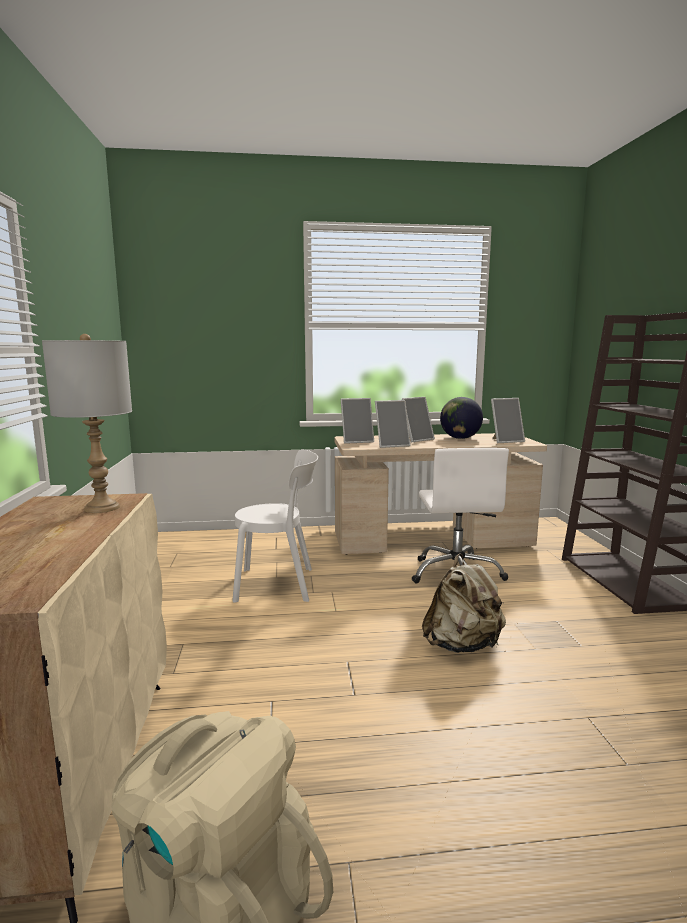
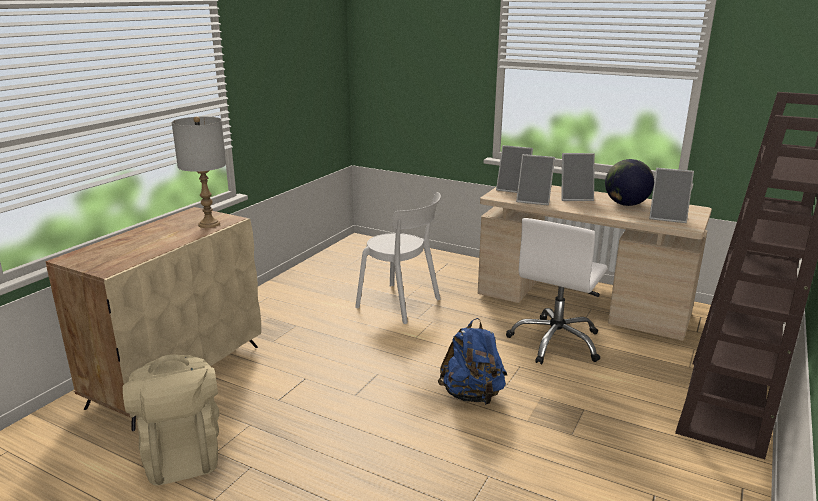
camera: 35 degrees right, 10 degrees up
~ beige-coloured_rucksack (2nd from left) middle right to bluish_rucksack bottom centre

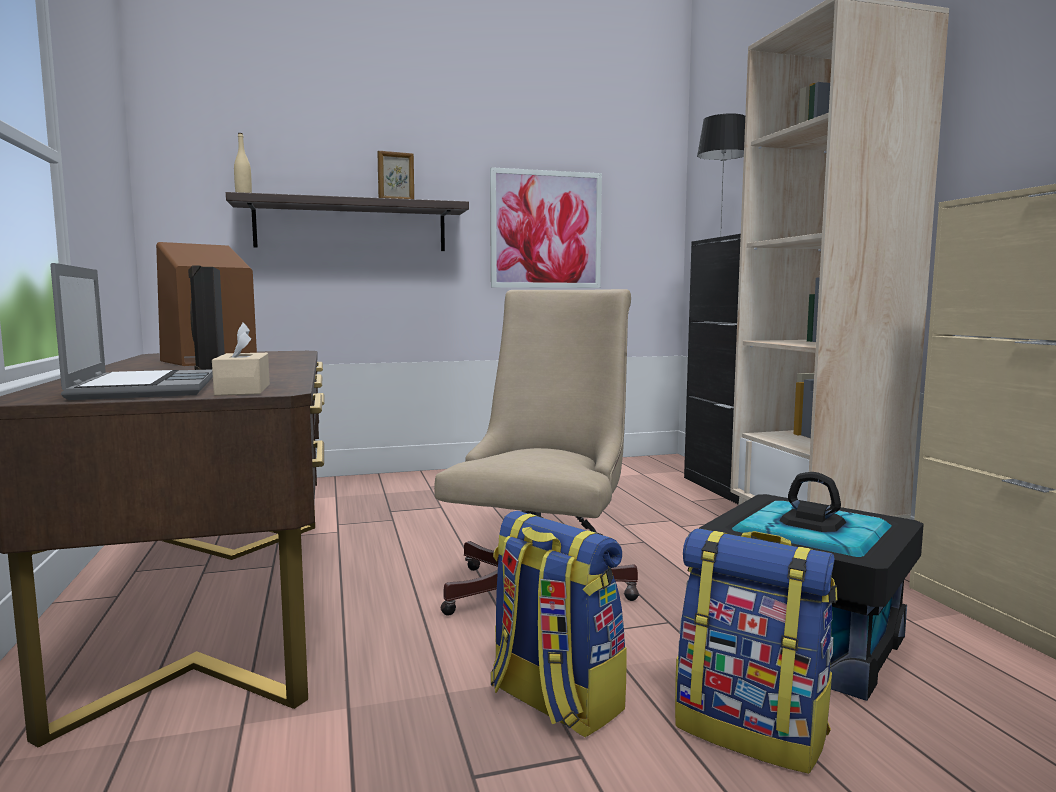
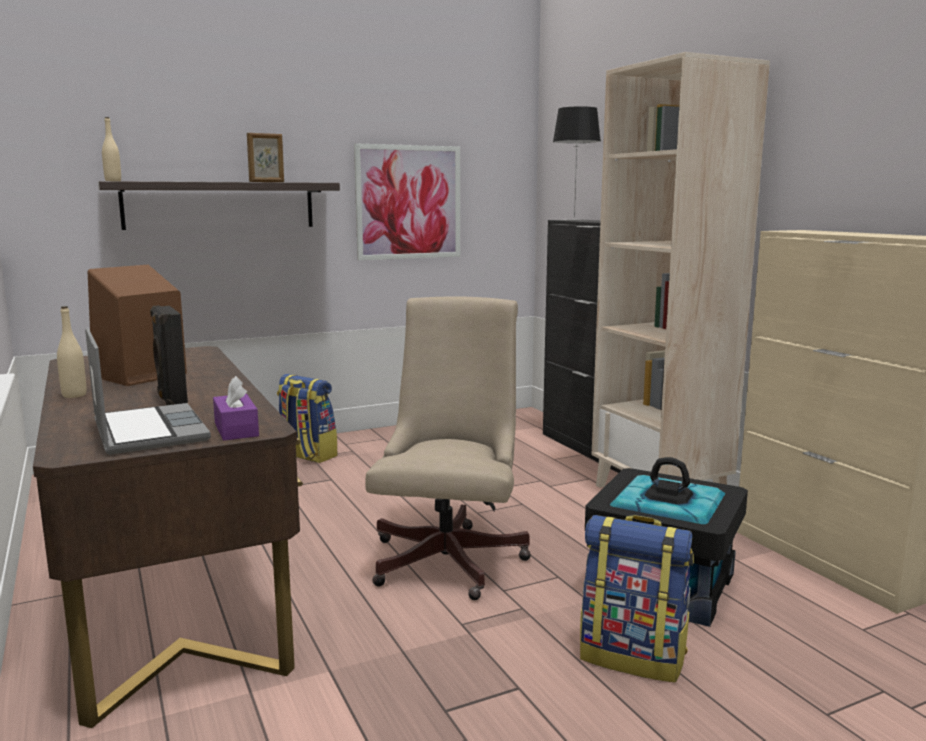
camera: 10 degrees left, 5 degrees up
+ beige-coloured_bottle (1st from left) middle left
~ beige-coloured_tissue_box middle left to purple_tissue_box middle left
~ rucksack (1st from left) bottom centre to middle left

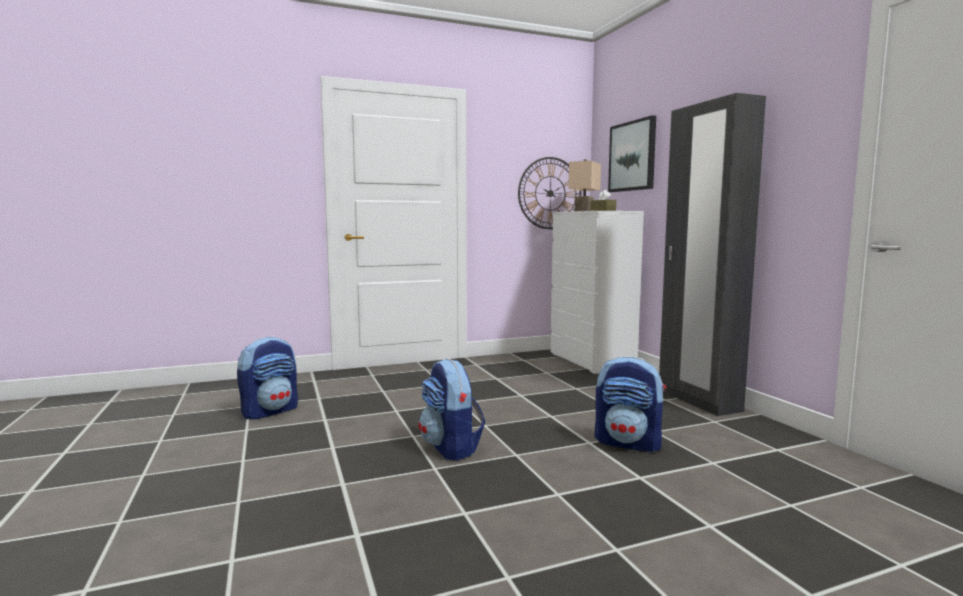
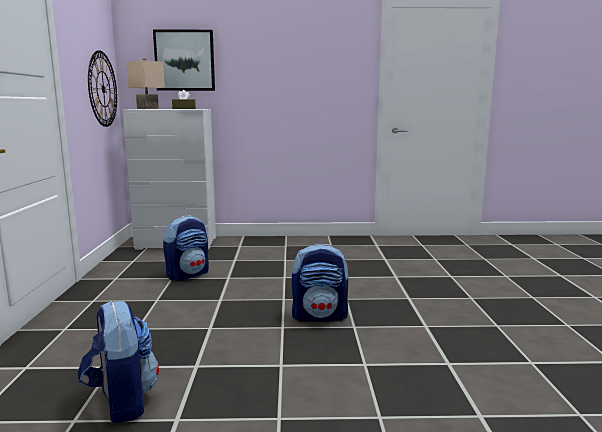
camera: 70 degrees left, 5 degrees up
~ rucksack (3rd from left in the first image) bottom centre to rucksack (2nd from left) middle left
- black-coloured_wardrobe middle right

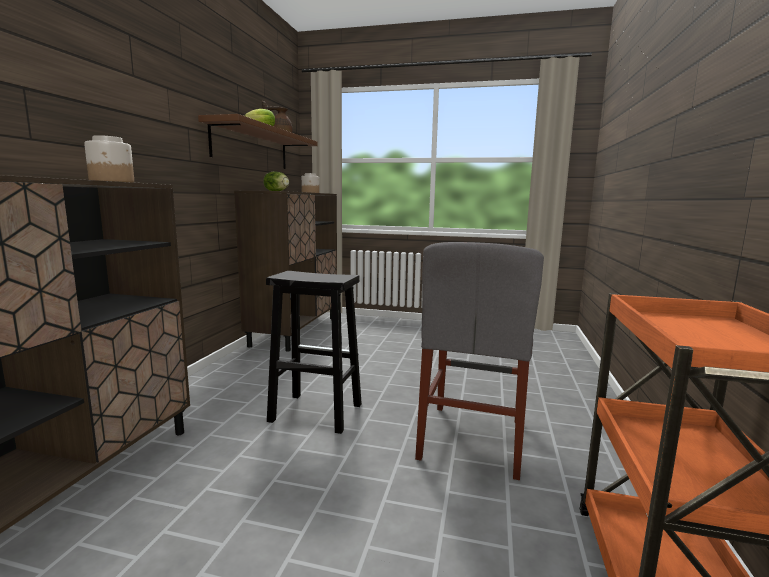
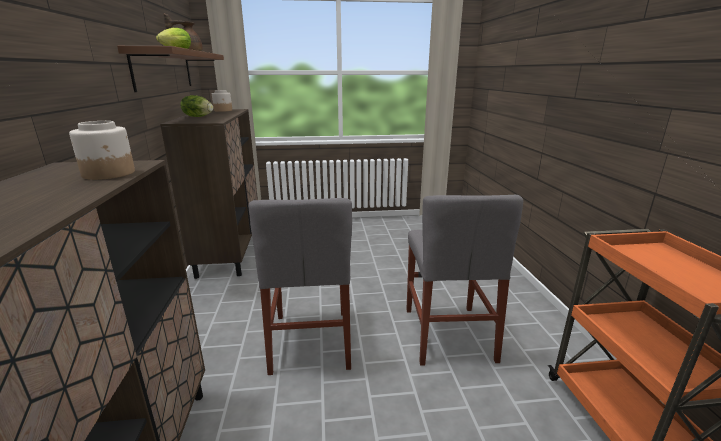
camera: 20 degrees left, 10 degrees up
~ black-coloured_sitting_stool centre to greyish_chair (1st from left) centre

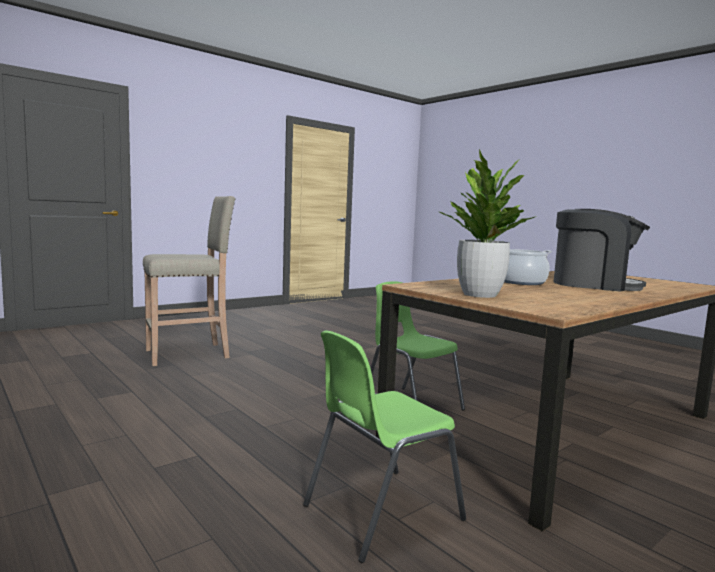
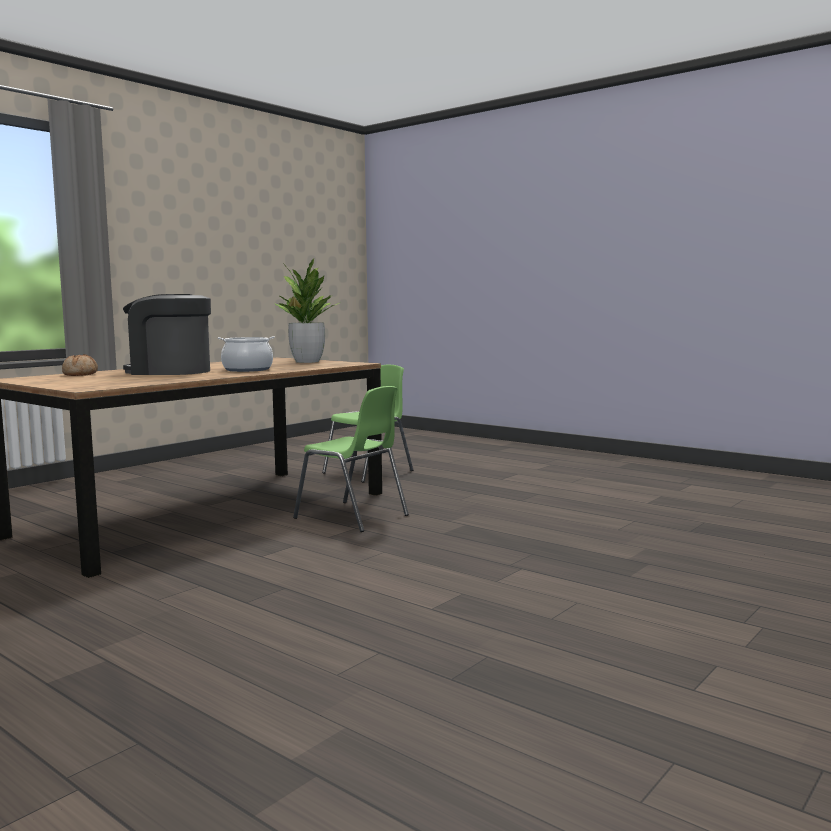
camera: 170 degrees right, 0 degrees up
+ bakery_bread middle left
- beige-coloured_sitting_stool middle left

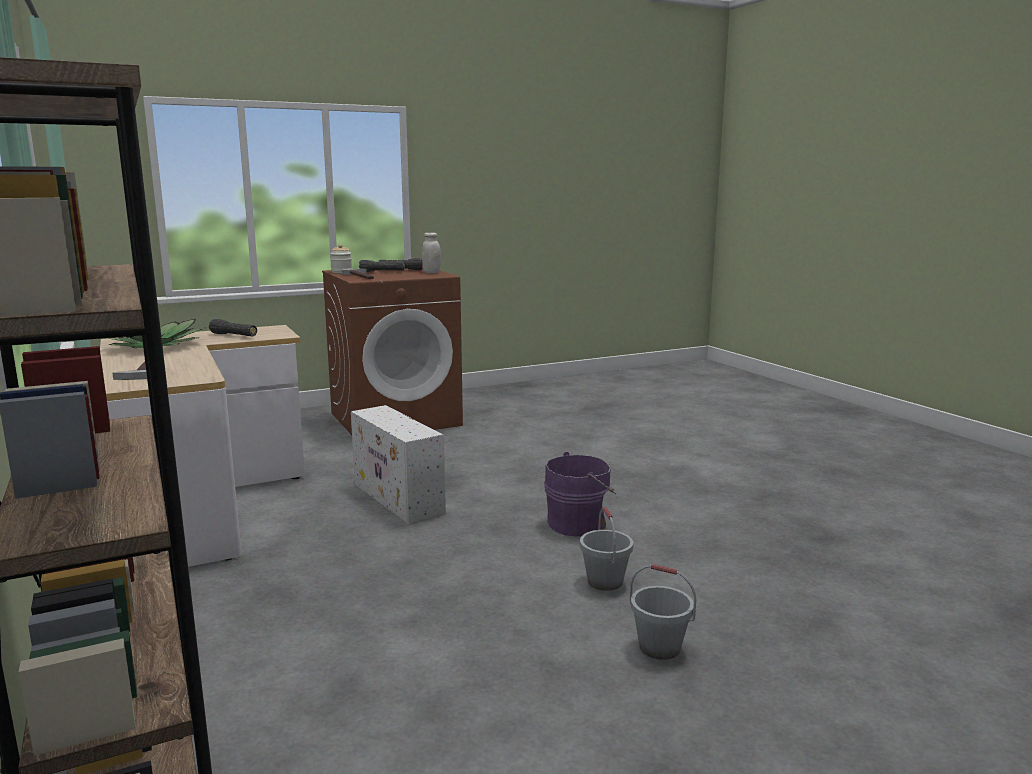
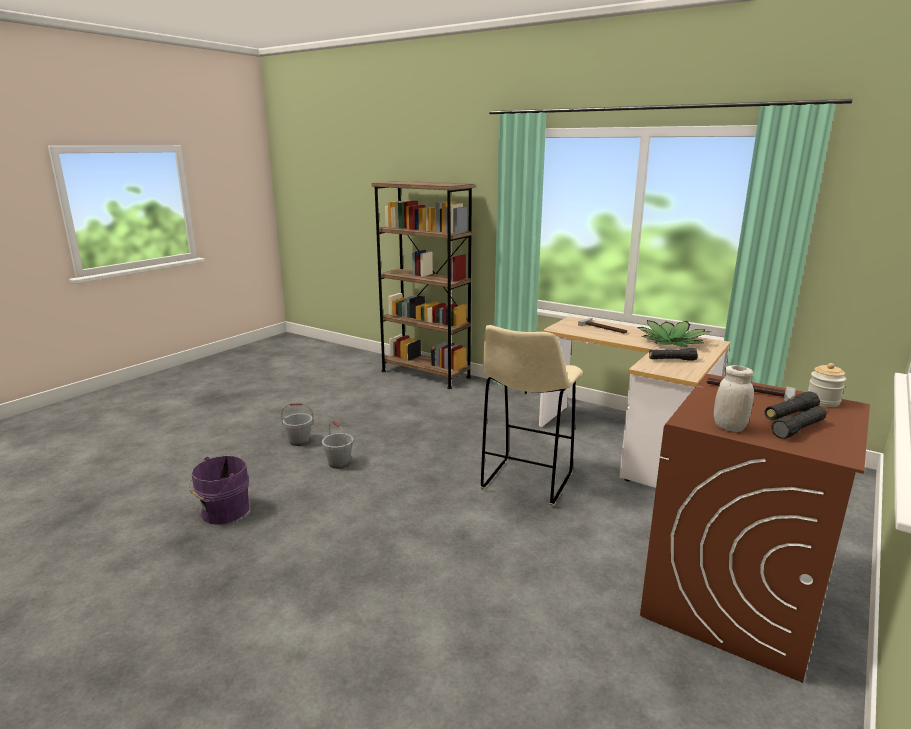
camera: 150 degrees right, 5 degrees up
~ purple_water_bucket centre to bottom left
~ white-coloured_storage_bin centre to beige-coloured_sitting_stool centre

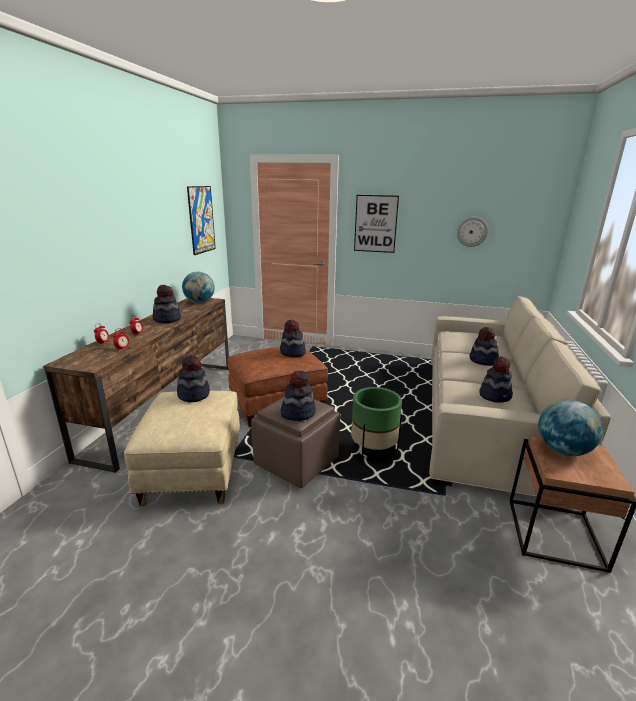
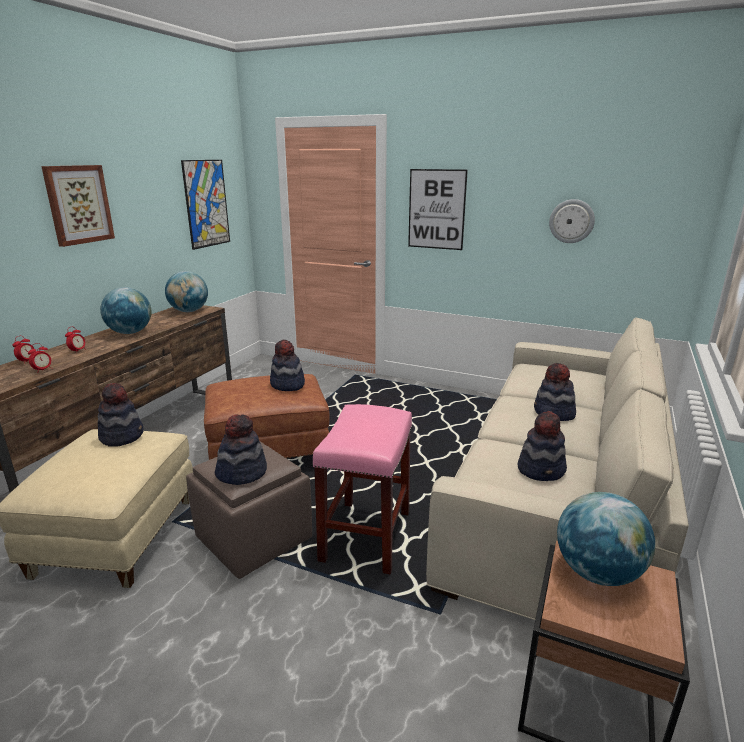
camera: 10 degrees right, 0 degrees up
+ wall_art (1st from left) top left
~ hat (1st from left) middle left to world_globe (1st from left) middle left
~ green-coloured_plant_pot centre to pink-coloured_sitting_stool centre

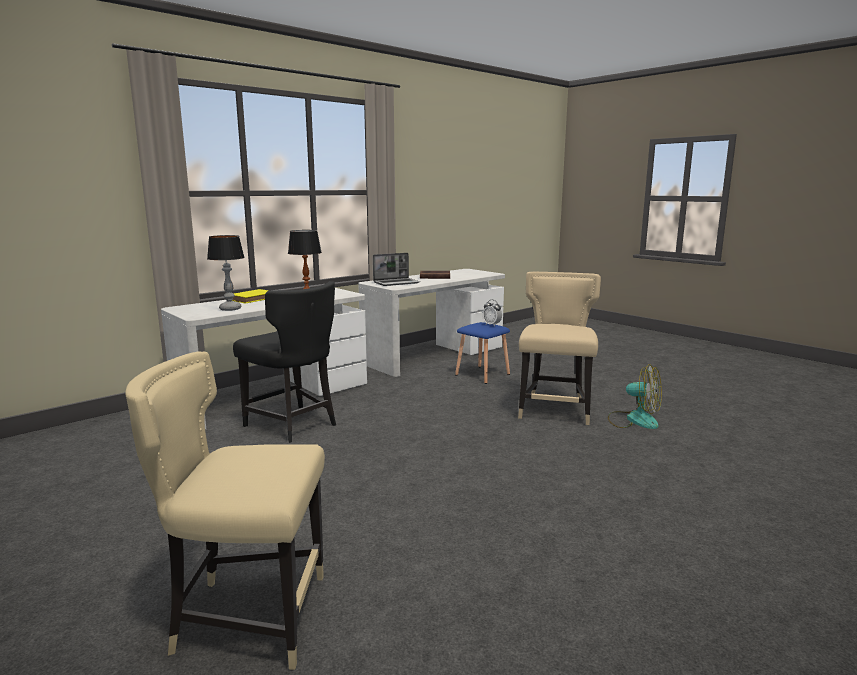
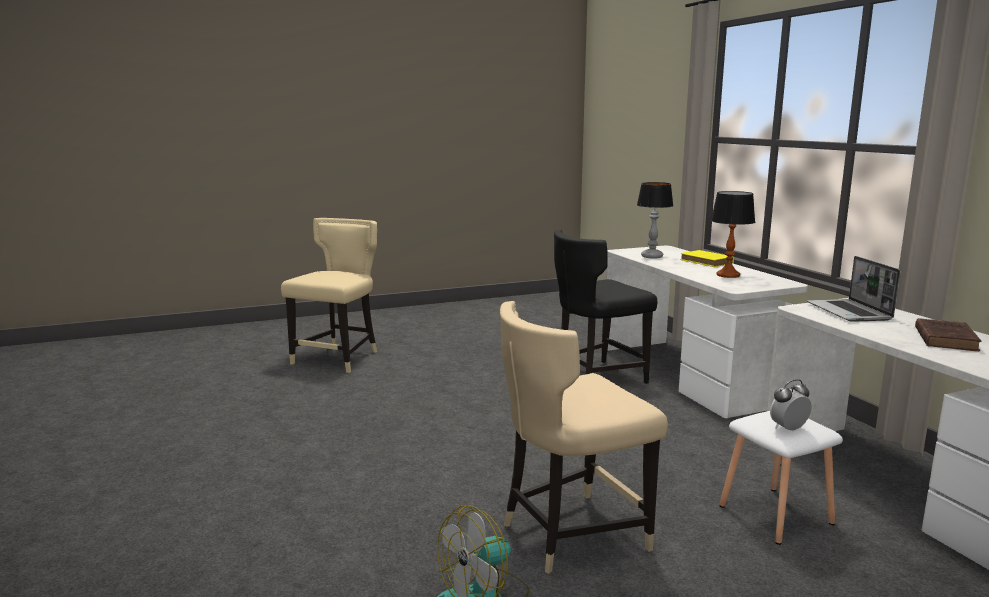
camera: 110 degrees right, 0 degrees up
~ beige-coloured_chair (2nd from left) centre = bottom centre 120 degrees clockwise
~ bluish_sitting_stool centre to white-coloured_sitting_stool bottom right

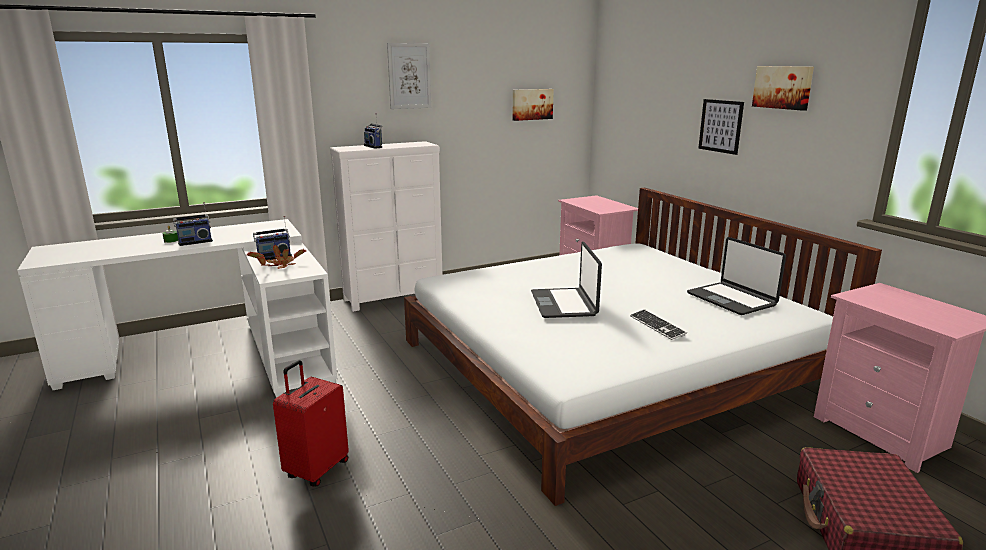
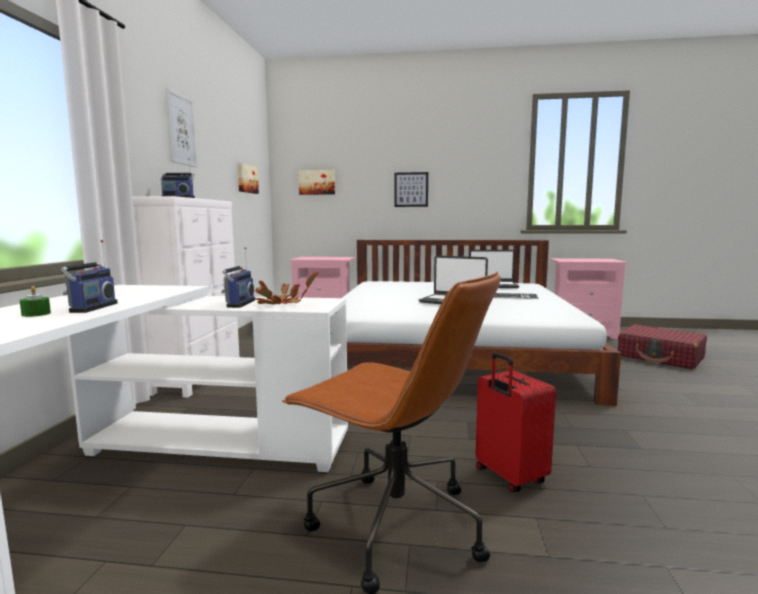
camera: 55 degrees left, 10 degrees down
+ brown_desk_chair bottom centre
~ wall_art (4th from left in the first image) top right to wall_art (3rd from left) top centre

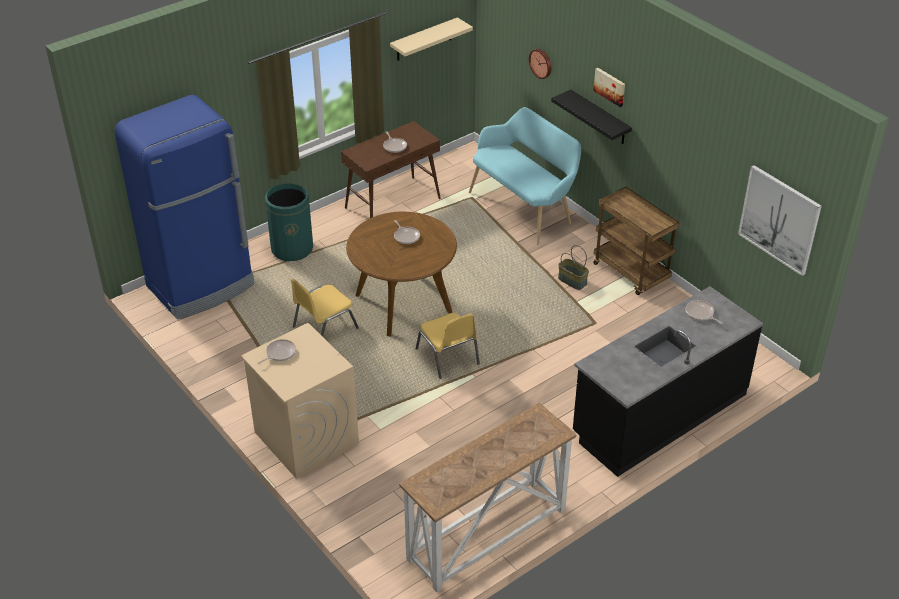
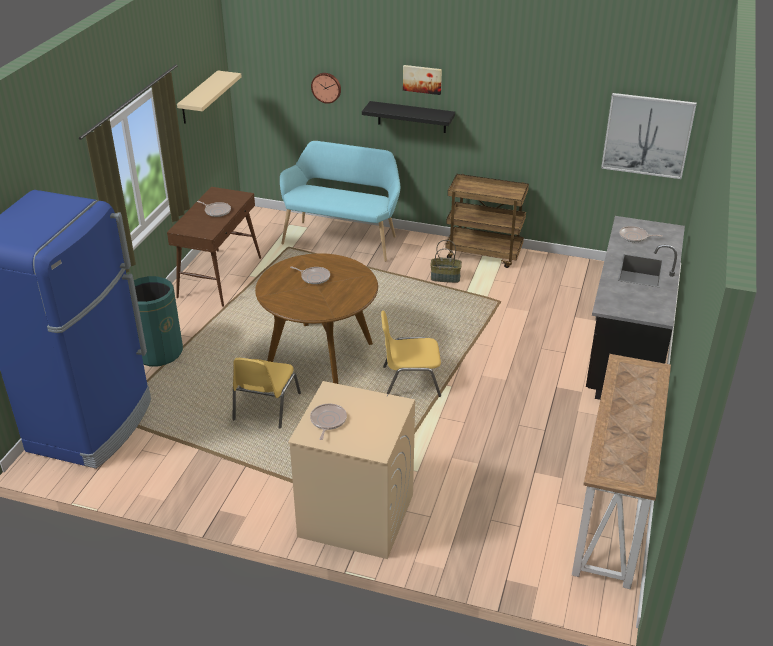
camera: 35 degrees left, 5 degrees down
~ yellow_chair (2nd from left) centre = centre 150 degrees clockwise

